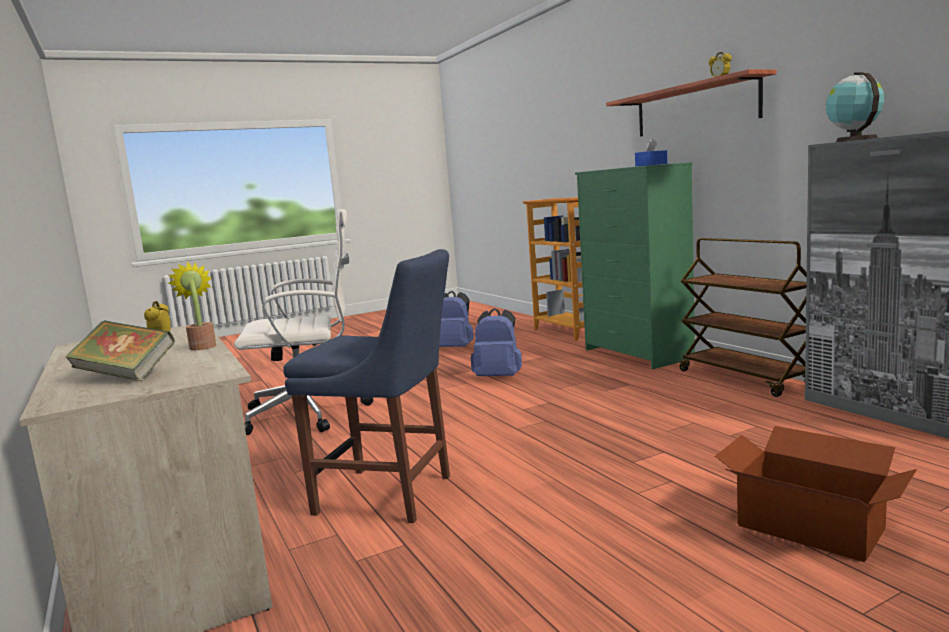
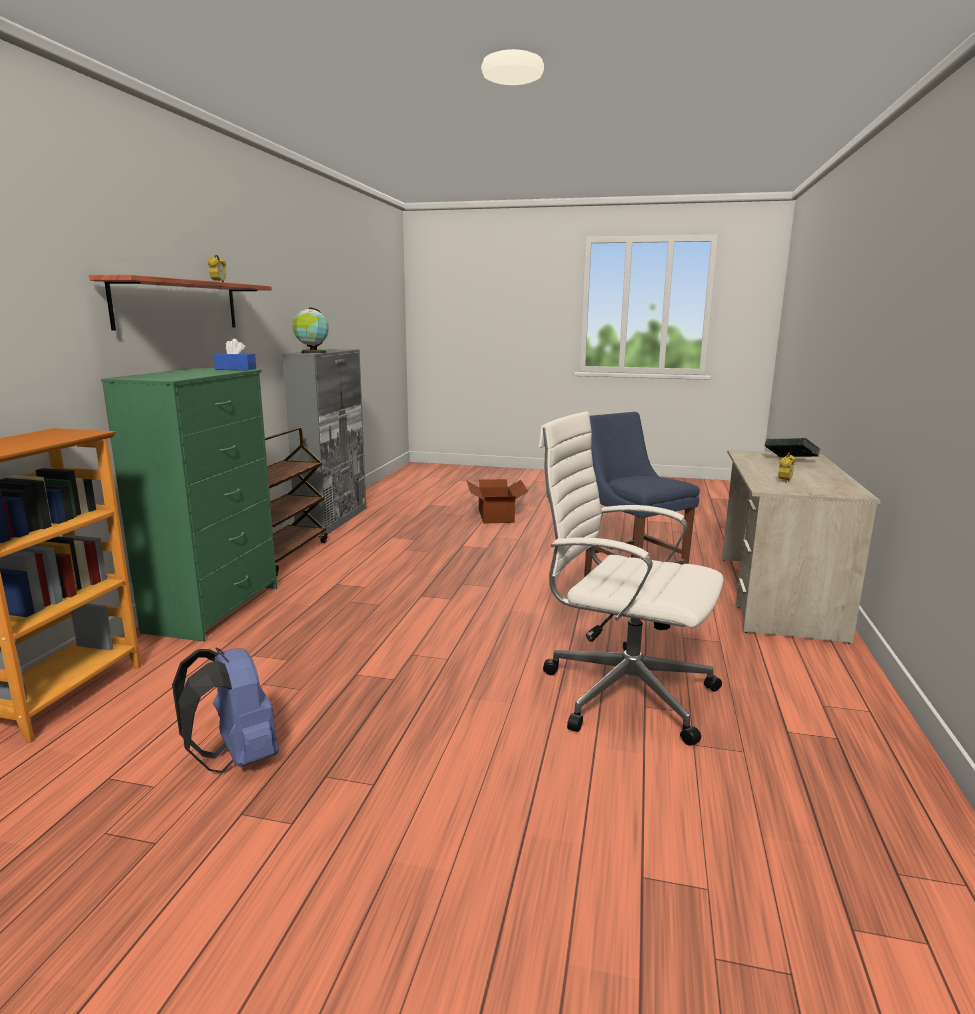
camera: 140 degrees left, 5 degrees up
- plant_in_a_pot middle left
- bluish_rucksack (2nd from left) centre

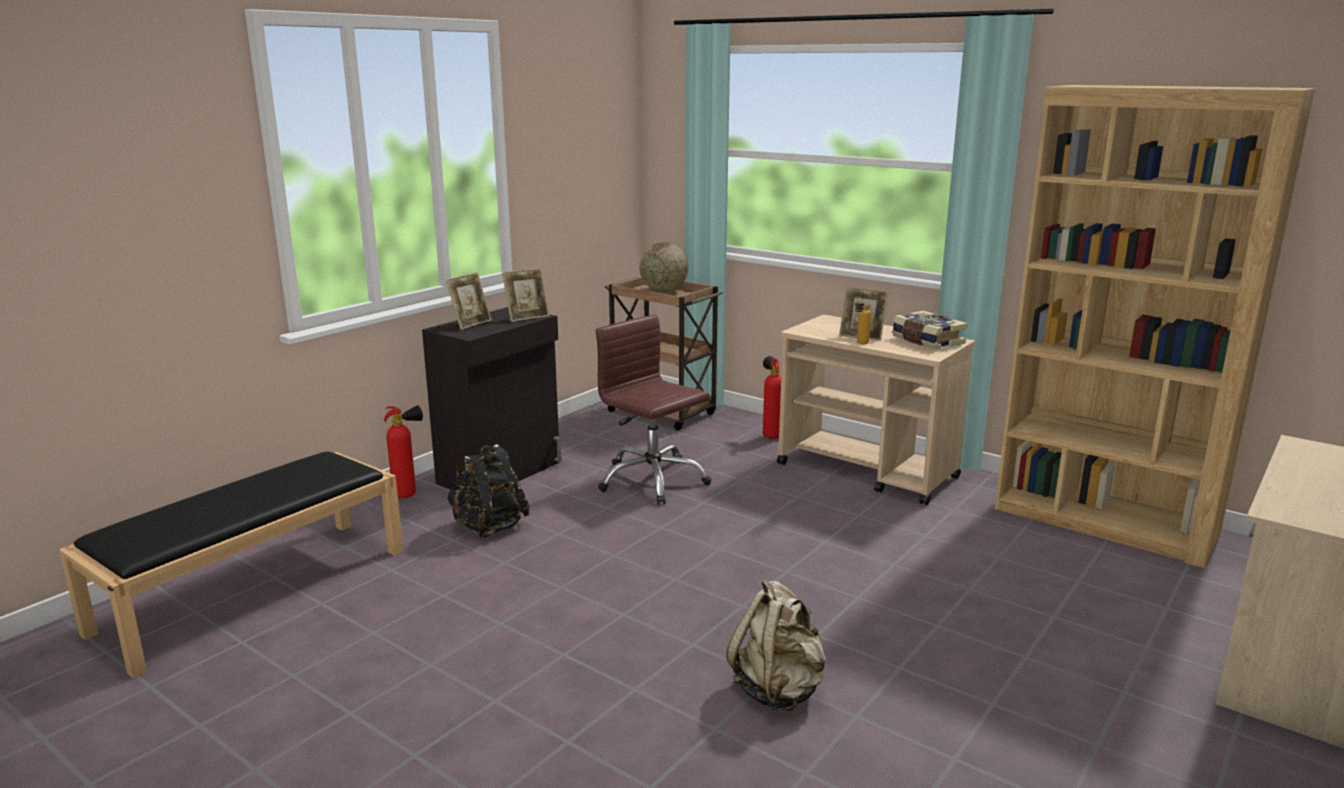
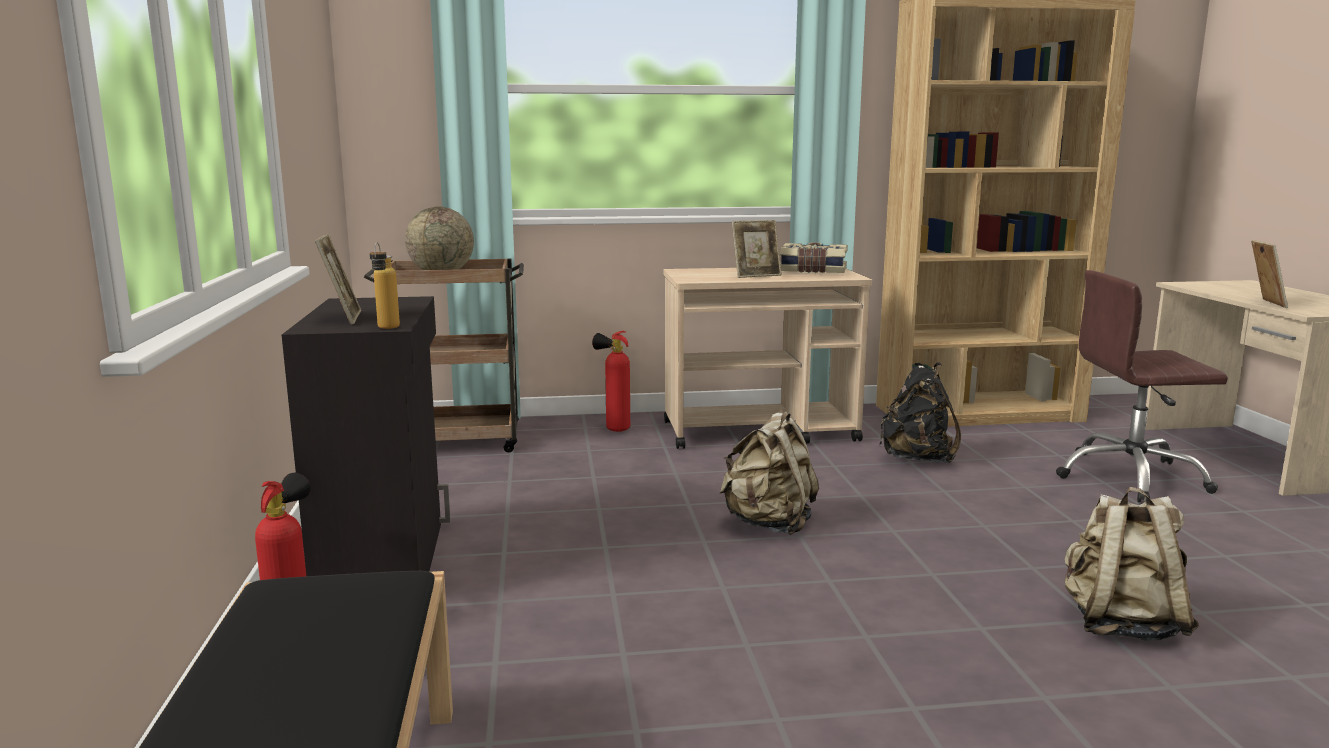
camera: 45 degrees left, 5 degrees down
~ bottle centre to middle left
+ beige-coloured_rucksack (1st from left) centre
~ black-coloured_rucksack centre to middle right
~ brown_desk_chair centre to middle right
~ photo_frame (2nd from left in the first image) centre to photo_frame (3rd from left) middle right

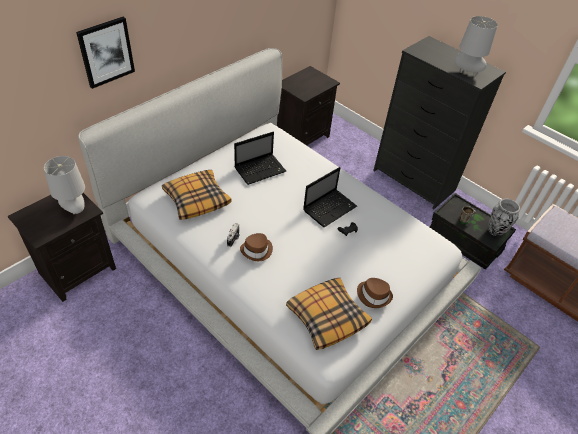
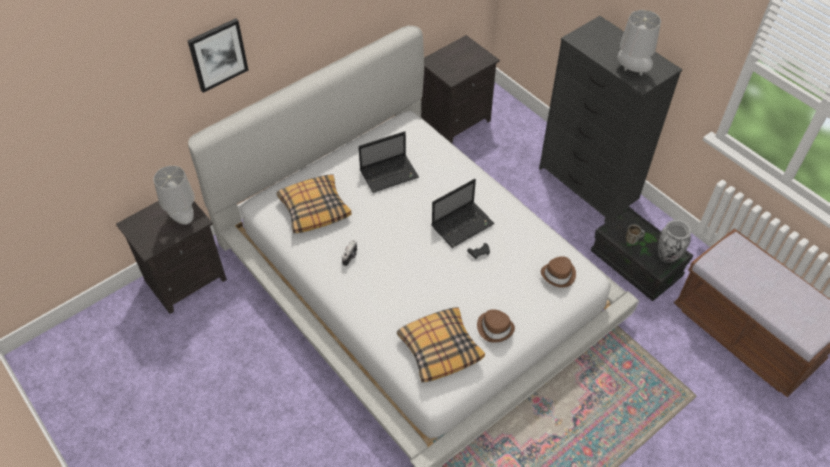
camera: 10 degrees right, 5 degrees up
~ brown_hat (1st from left in the first image) centre to brown_hat (2nd from left) middle right

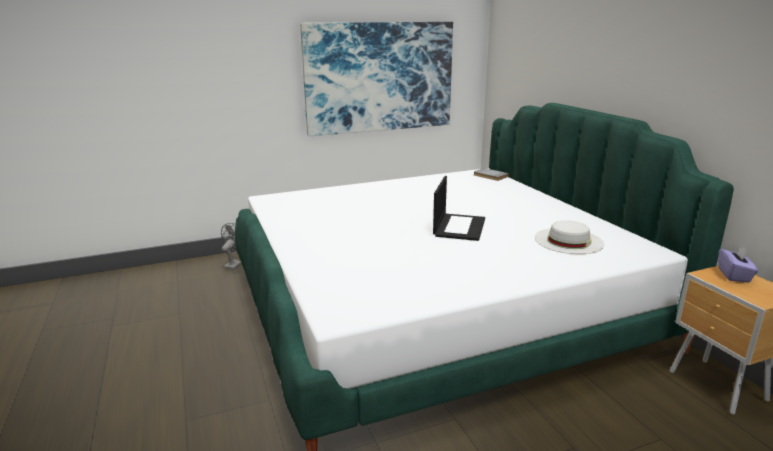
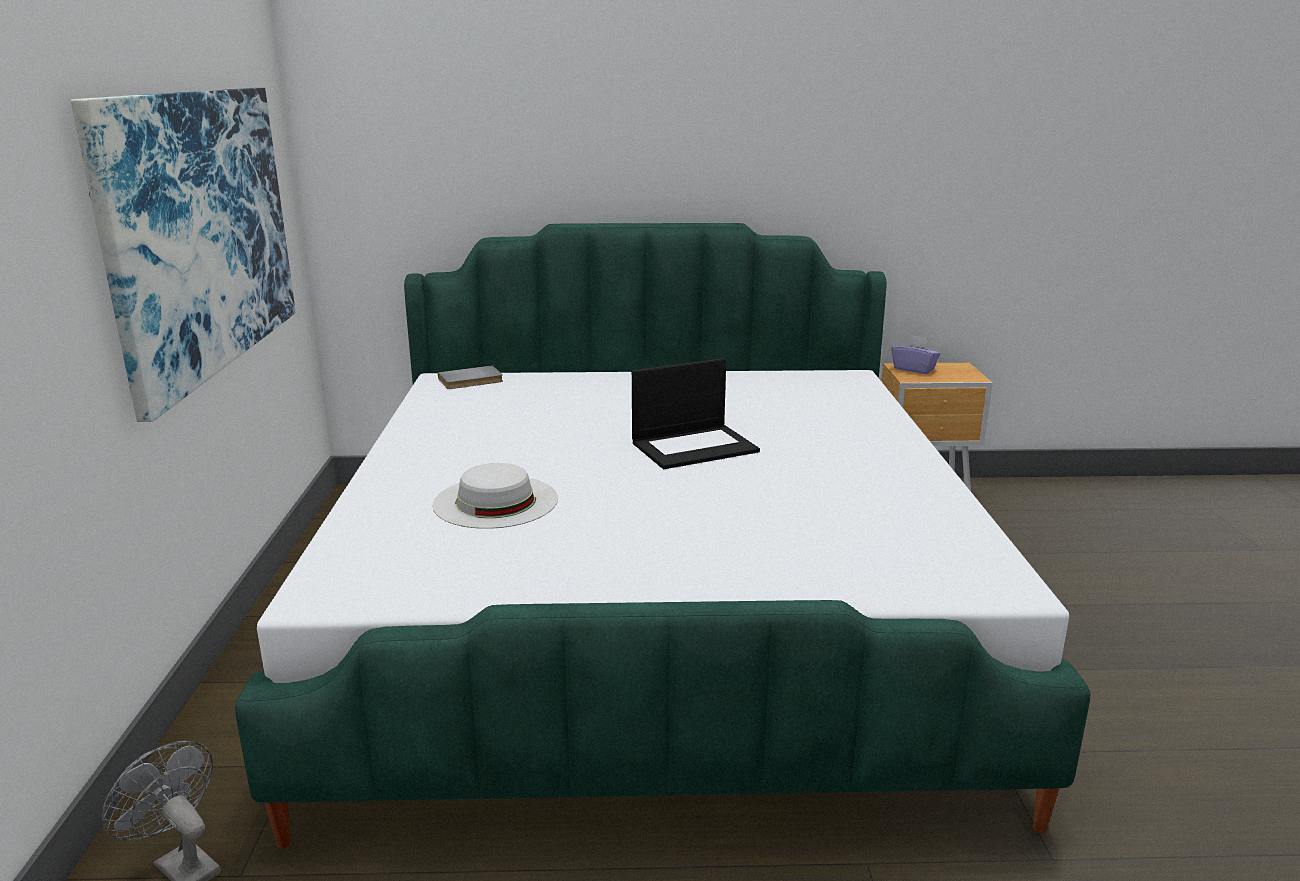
camera: 70 degrees left, 0 degrees up
~ white-coloured_hat middle right to centre
~ notebook_computer centre = centre 120 degrees clockwise

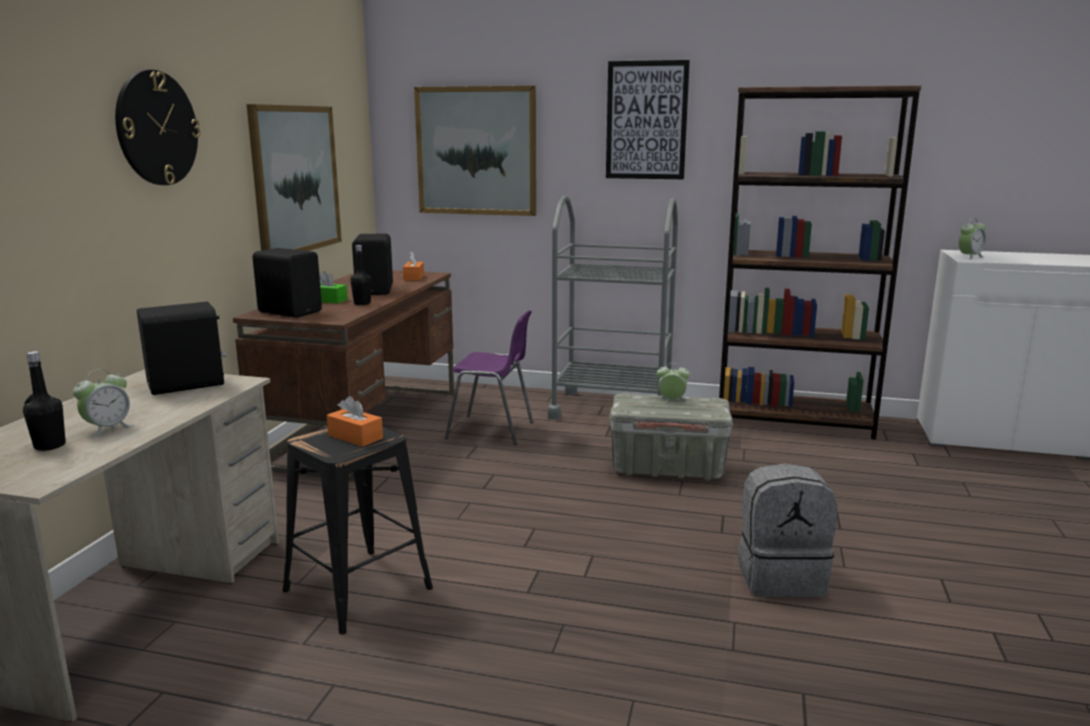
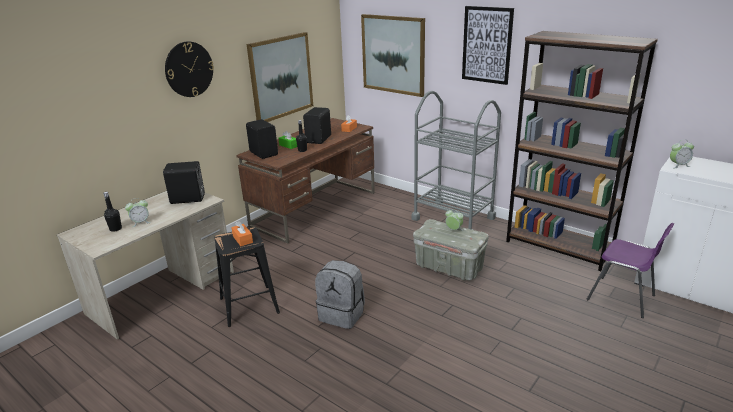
camera: 25 degrees right, 10 degrees up
~ greyish_rucksack bottom right to bottom centre
~ purple_chair centre to middle right

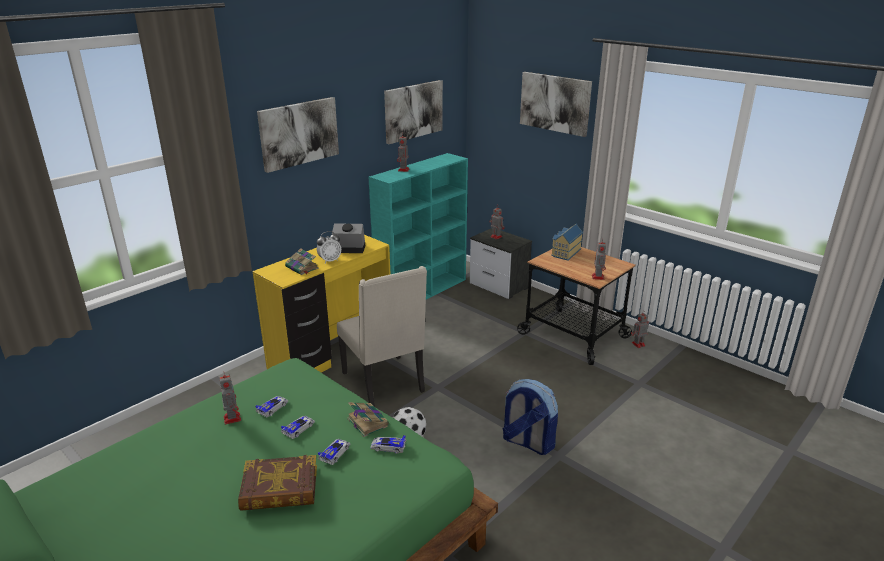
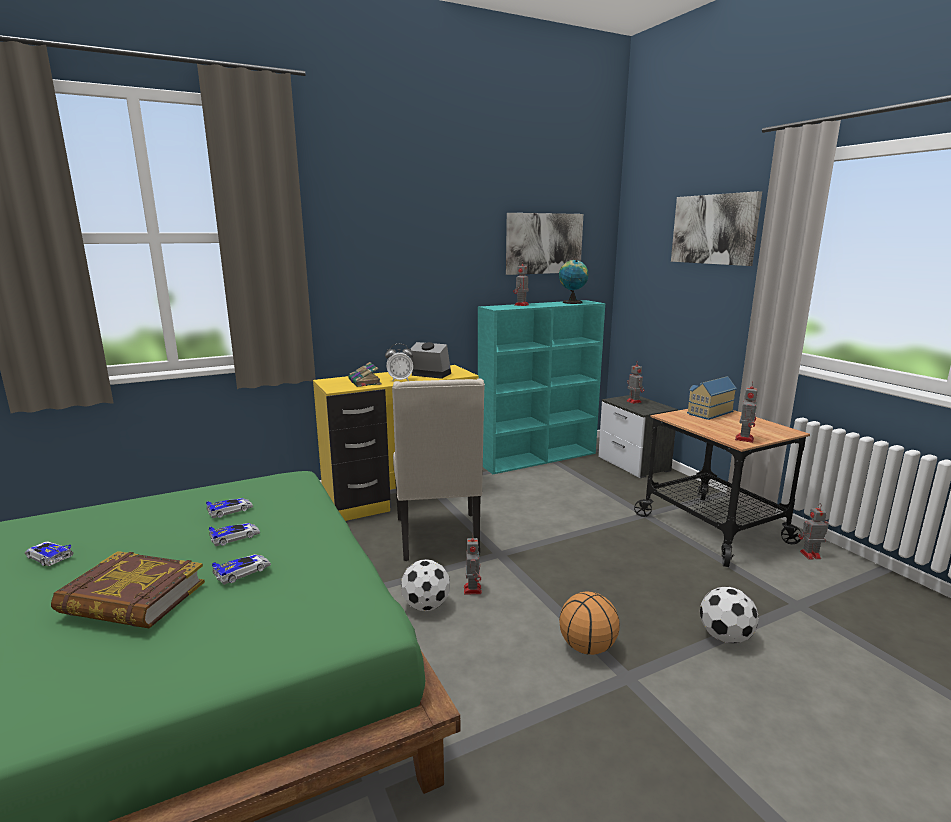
camera: 20 degrees right, 10 degrees down
~ miniature_car (4th from left in the first image) bottom centre to miniature_car (1st from left) bottom left
~ toy_robot (1st from left) bottom left to bottom centre
+ world_globe centre
~ rucksack bottom centre to basketball_ball bottom centre
+ ball_for_football (2nd from left) bottom right
- wall_art (1st from left) top centre
- bound_book (3rd from left) bottom centre

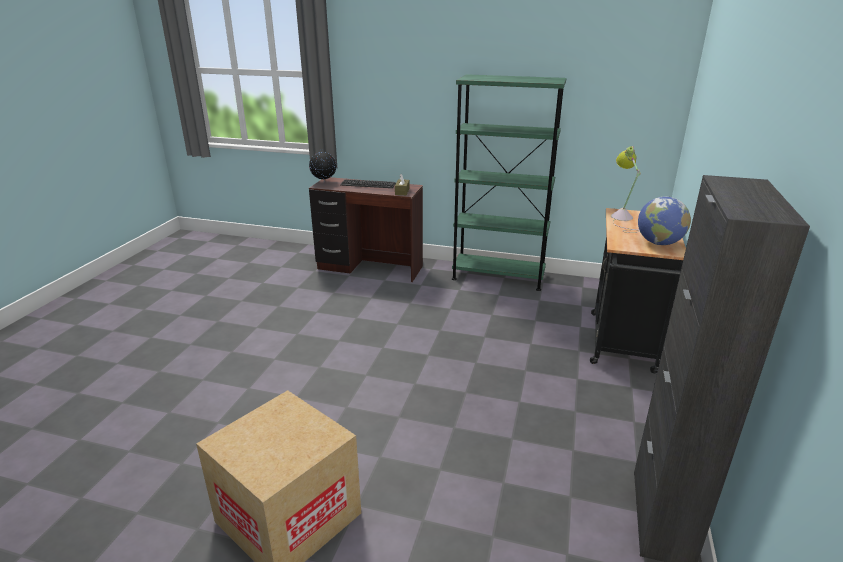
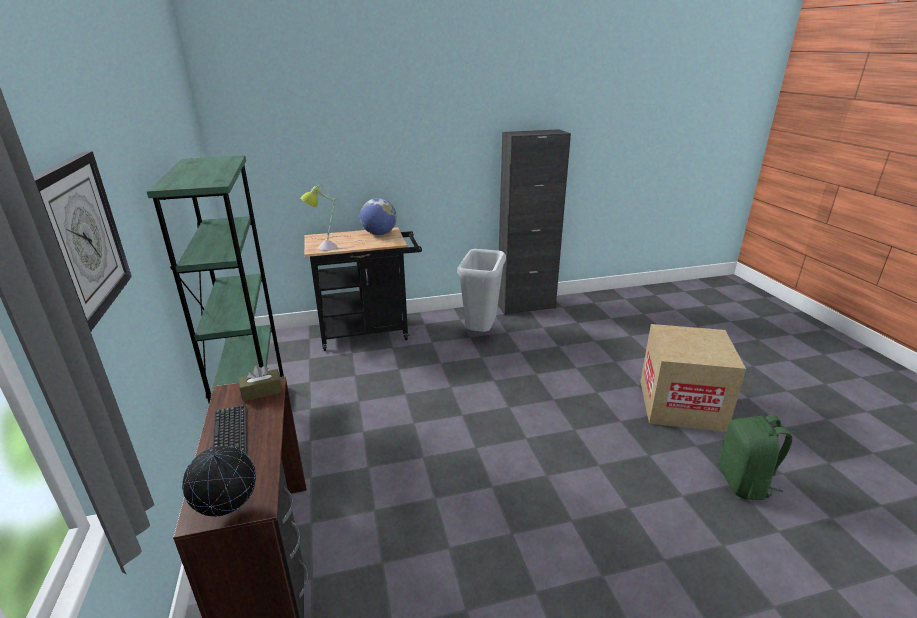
camera: 120 degrees left, 0 degrees up
+ clock_on_the_wall middle left
+ greyish_waste_bin centre
+ green-coloured_rucksack bottom right

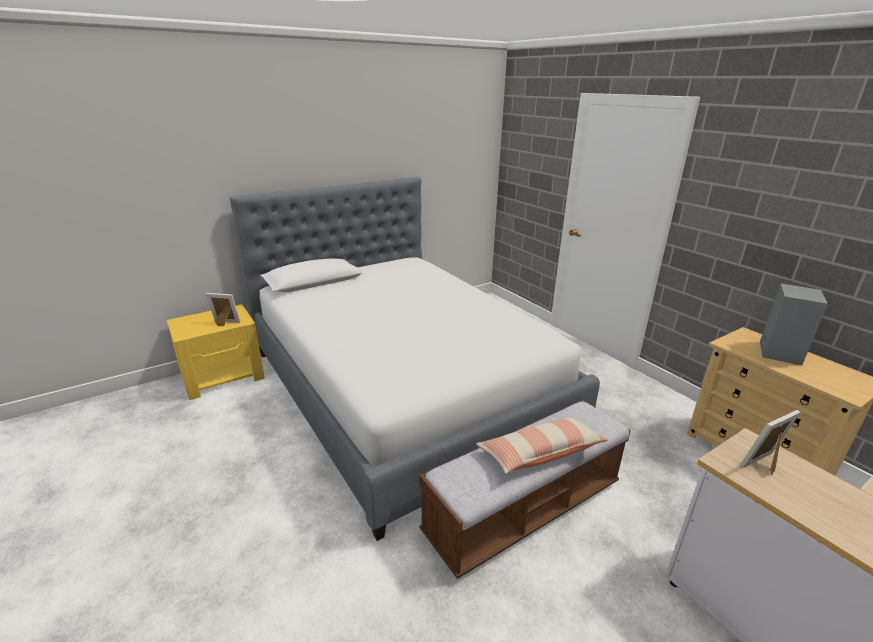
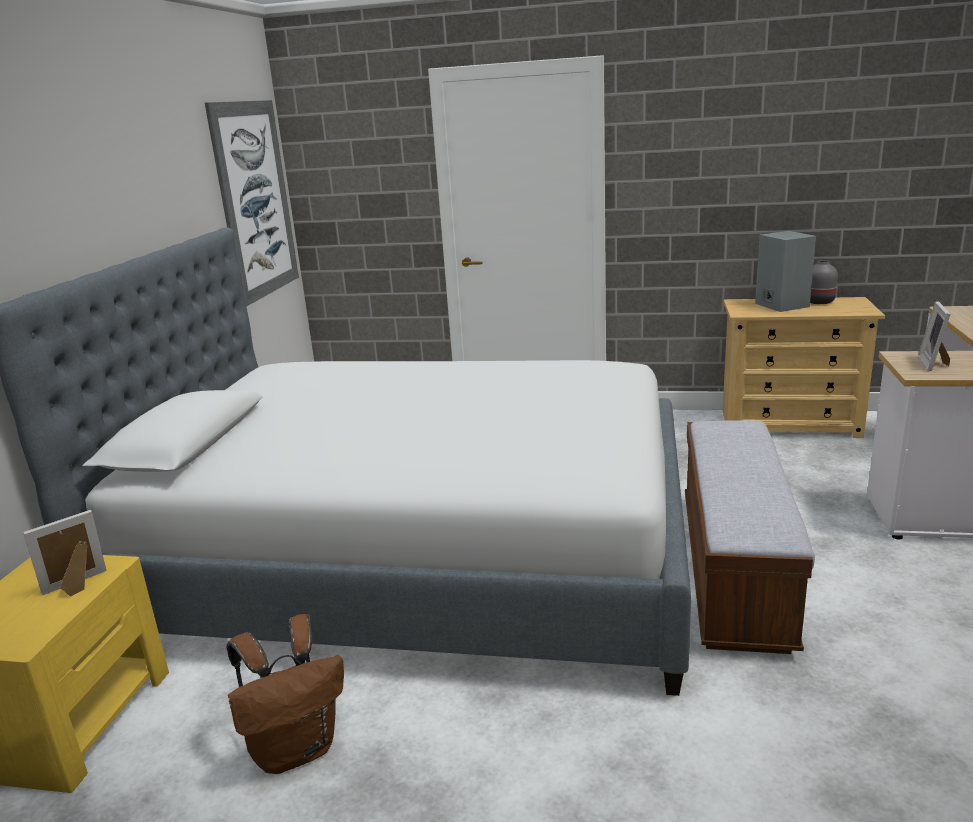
camera: 45 degrees left, 5 degrees down
+ wall_art top left
+ brown_rucksack bottom left
+ greyish_vase middle right
- throw_pillow bottom centre

